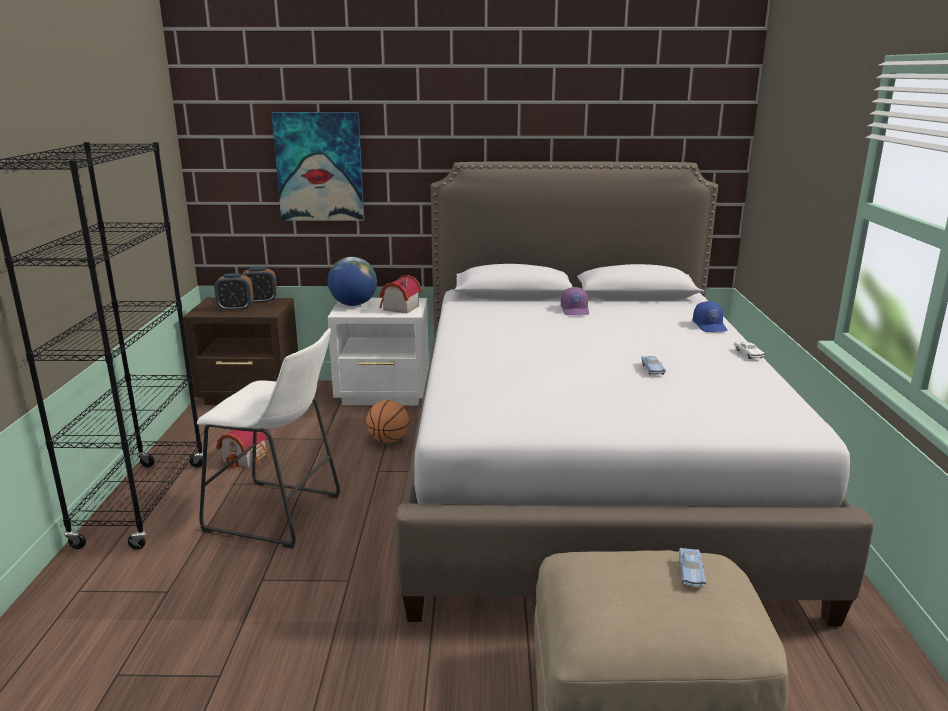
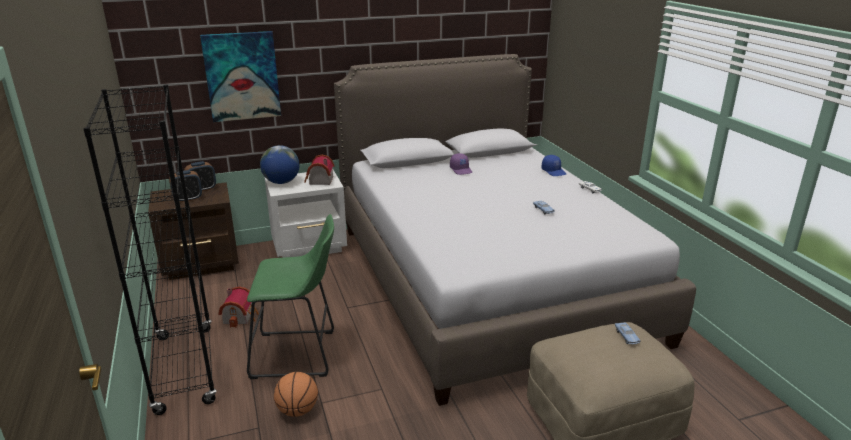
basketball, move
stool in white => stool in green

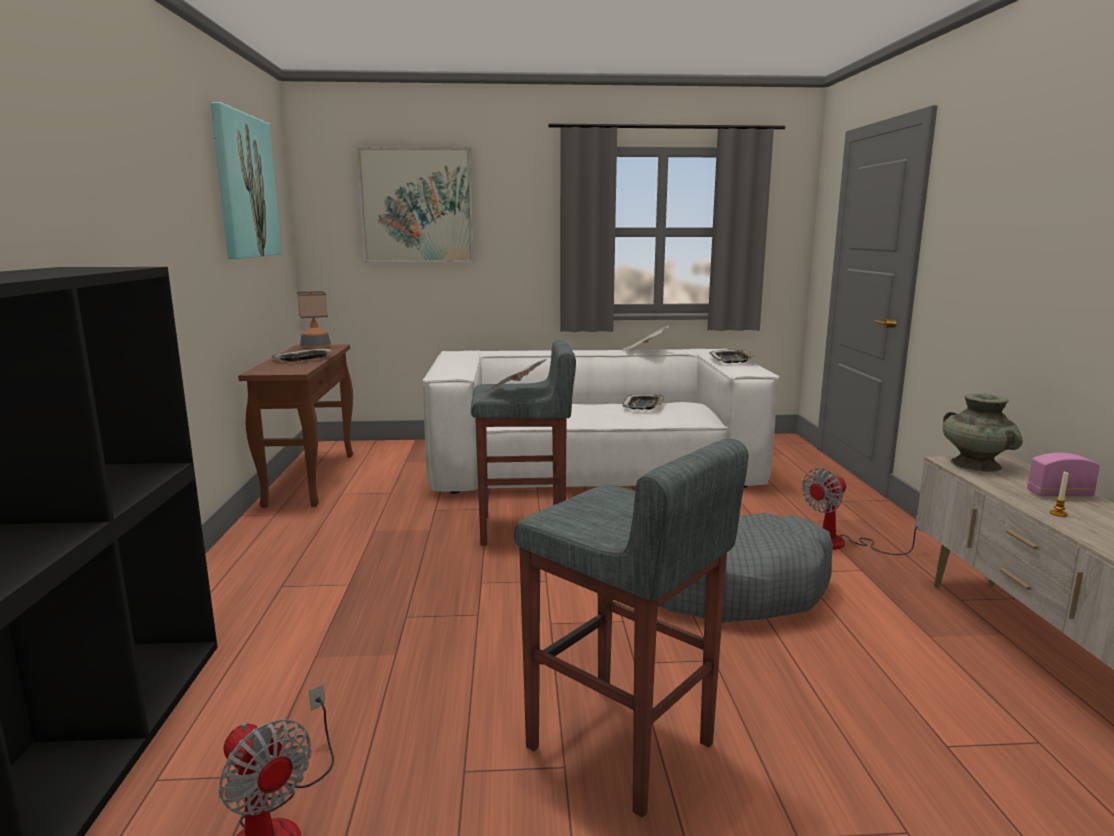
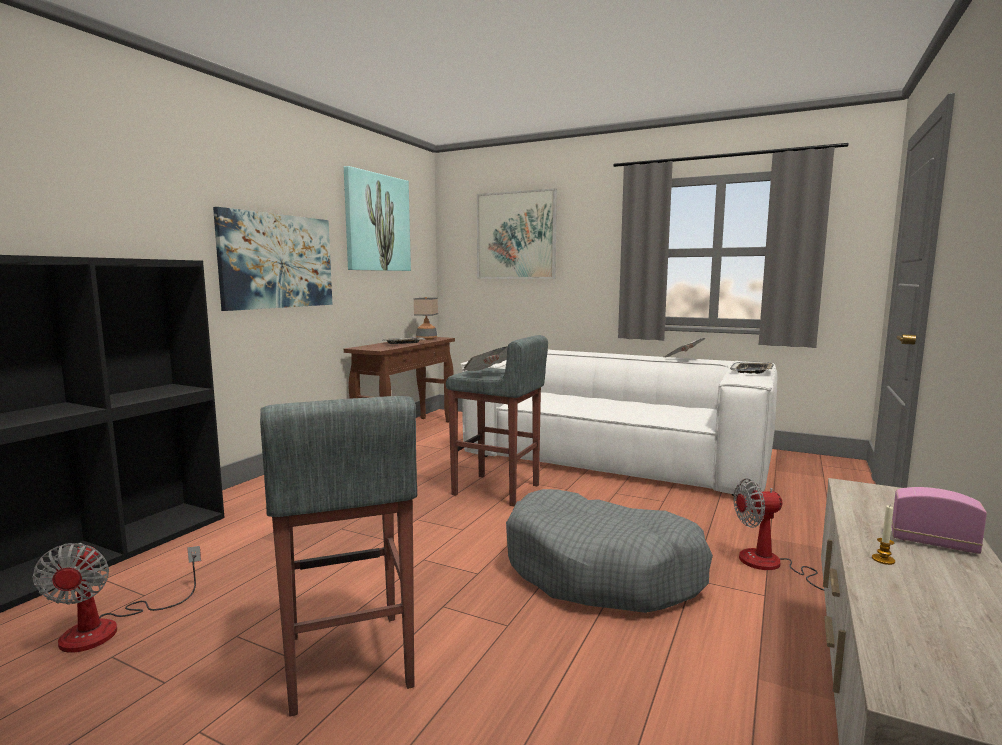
tray (2nd from left) => nothing
vase in turquoise => nothing
nothing => picture (1st from left)

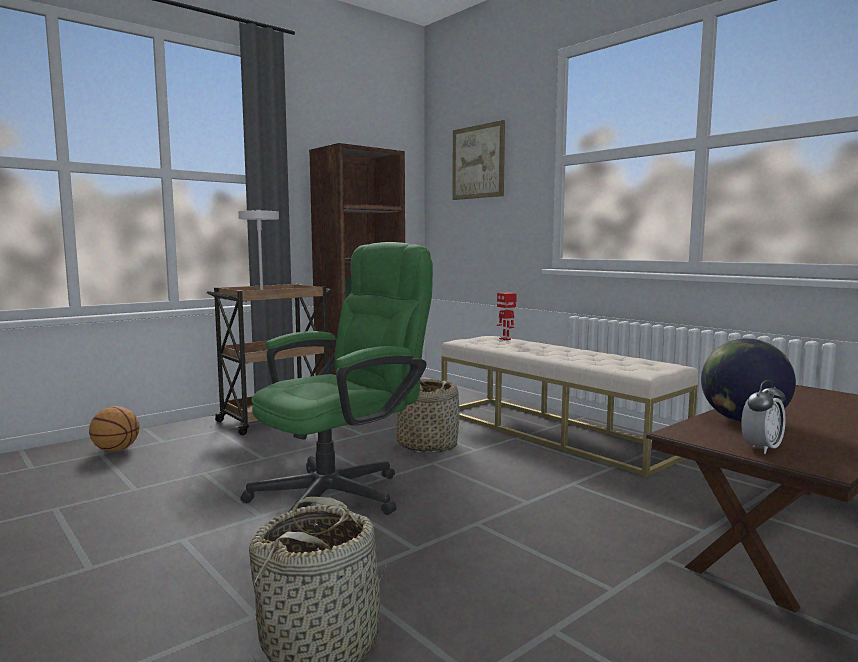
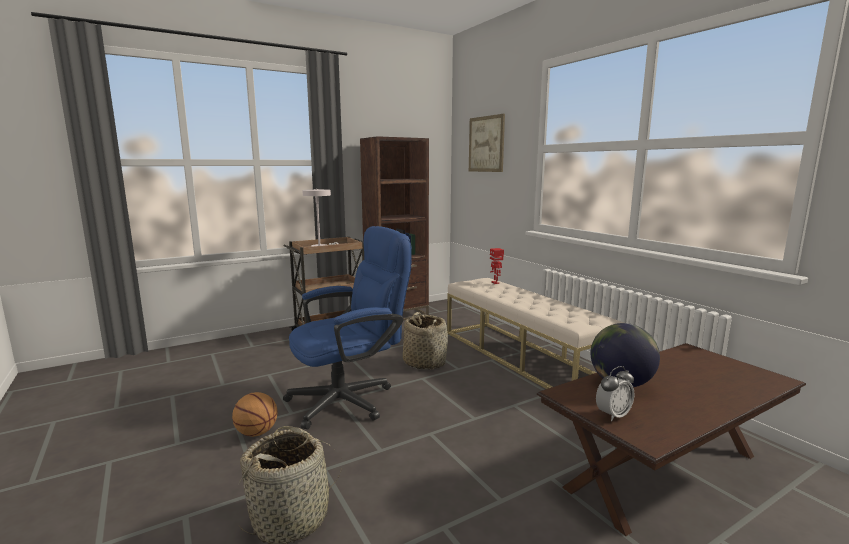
basketball, move
office chair in green => office chair in blue

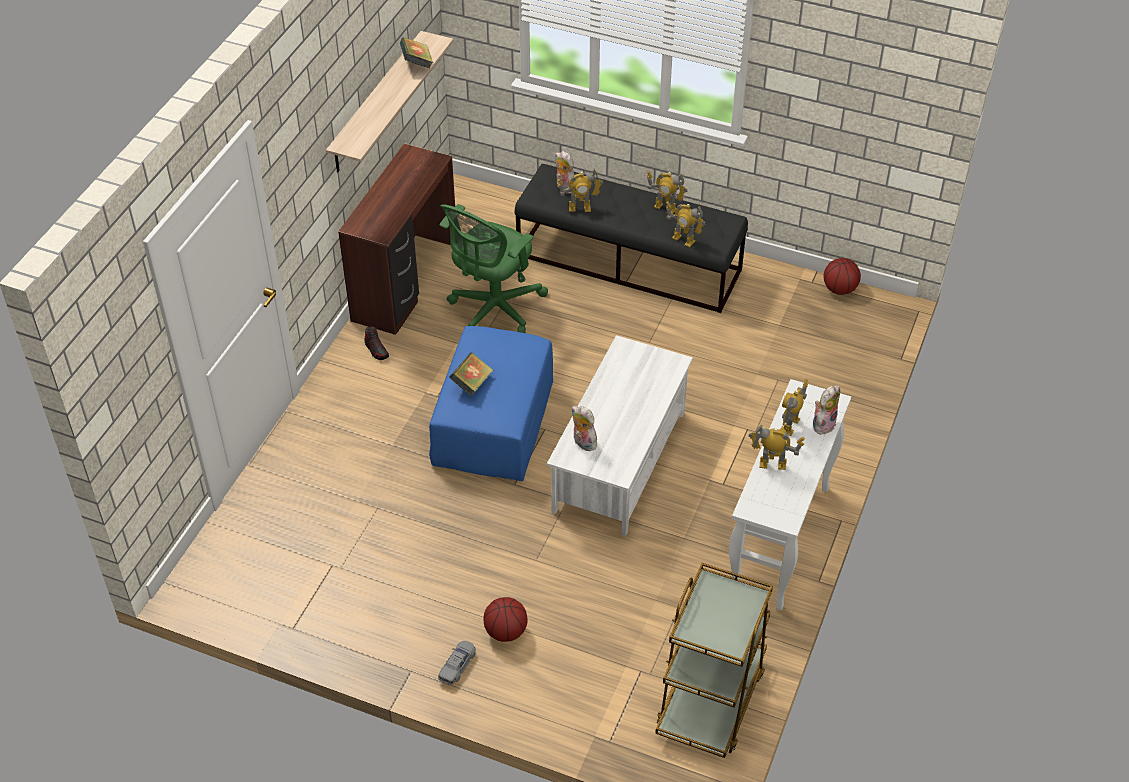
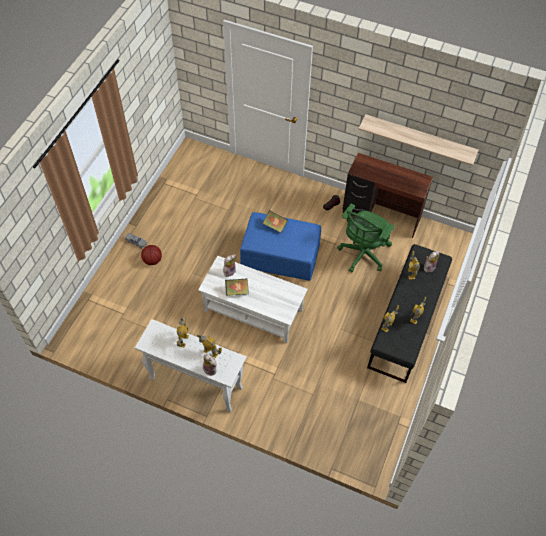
cart in brown => nothing
basketball (2nd from left) => nothing
book (1st from left), move
office chair in green, 90 degrees counterclockwise

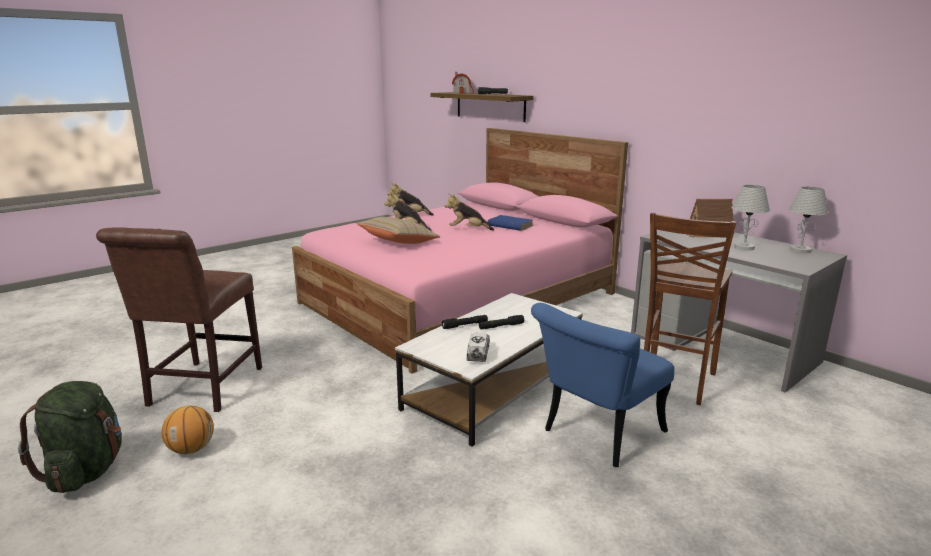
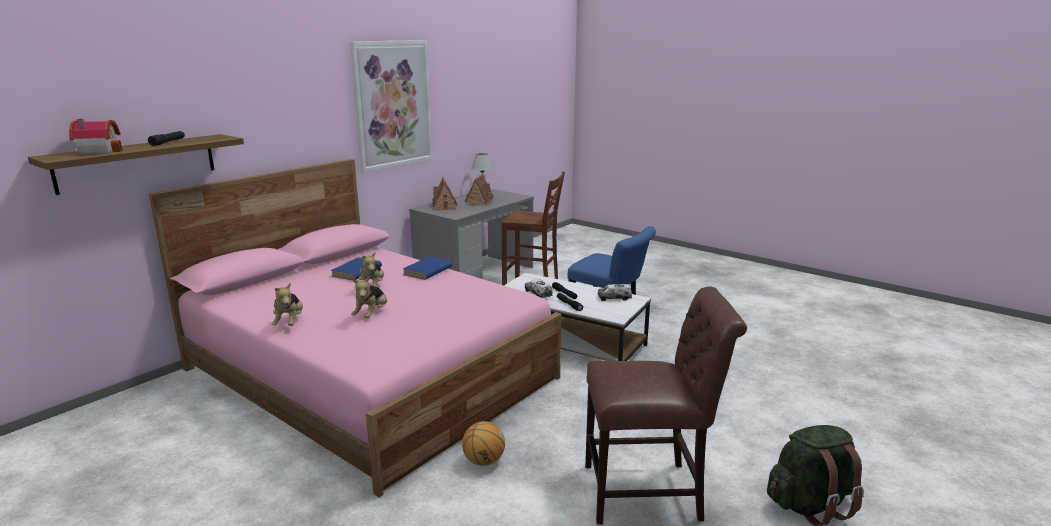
pillow in beige => nothing
nothing => picture
nothing => book in blue (2nd from left)
nothing => toy truck (1st from left)
basketball, move
table lamp in white (1st from left) => toy house (3rd from left)

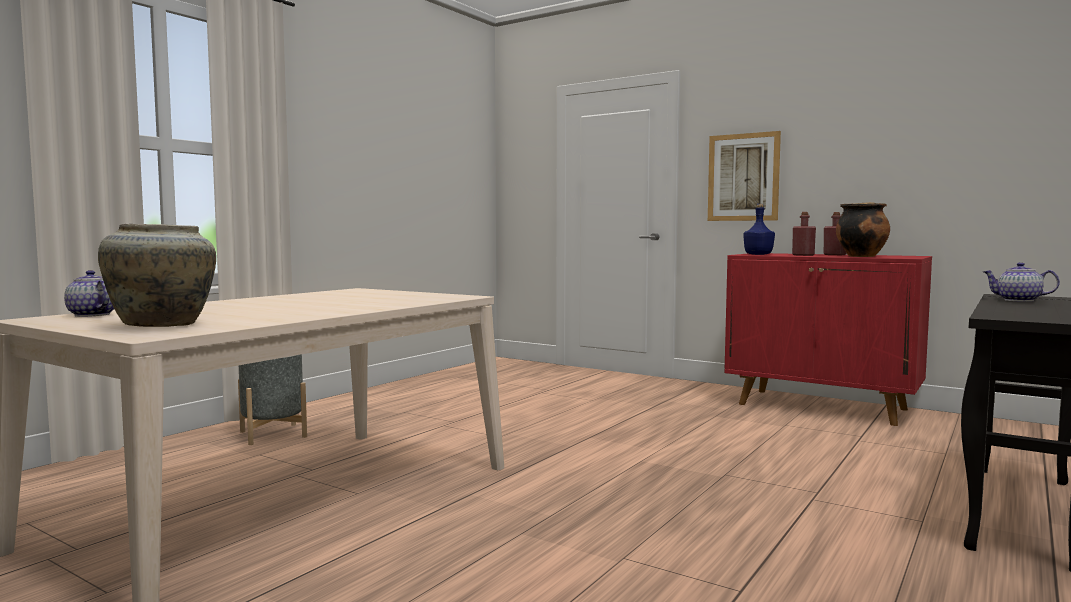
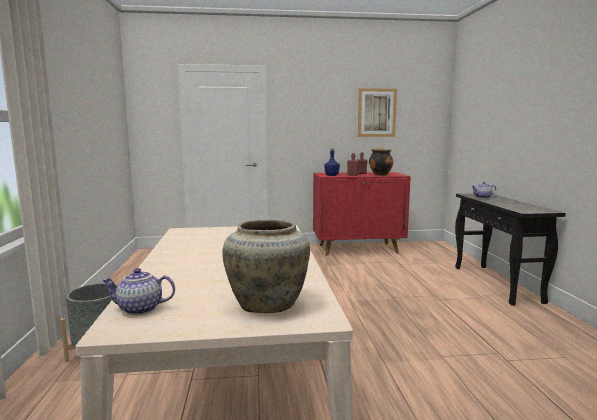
picture, move

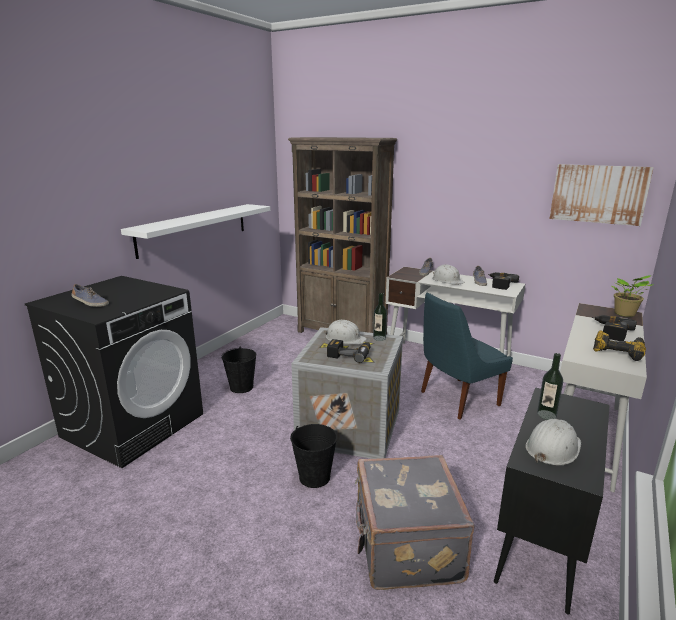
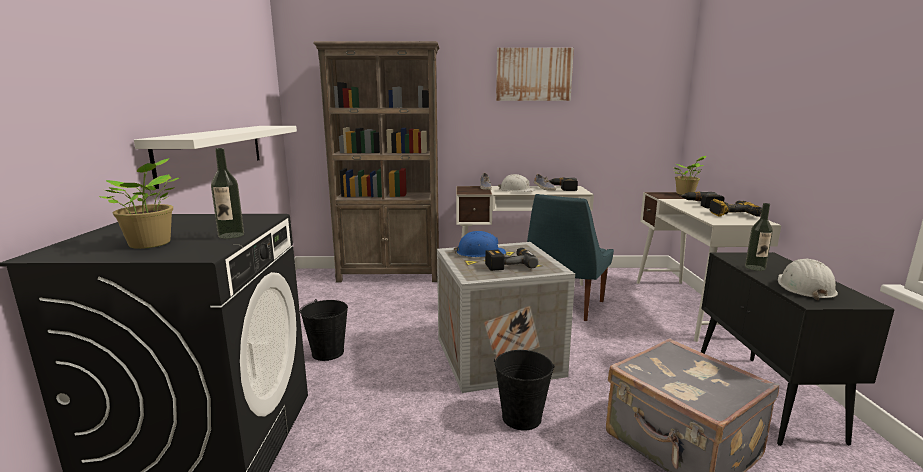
bottle (1st from left), move
picture, move
shoe (1st from left) => potted plant (1st from left)
hard hat in white (1st from left) => hard hat in blue

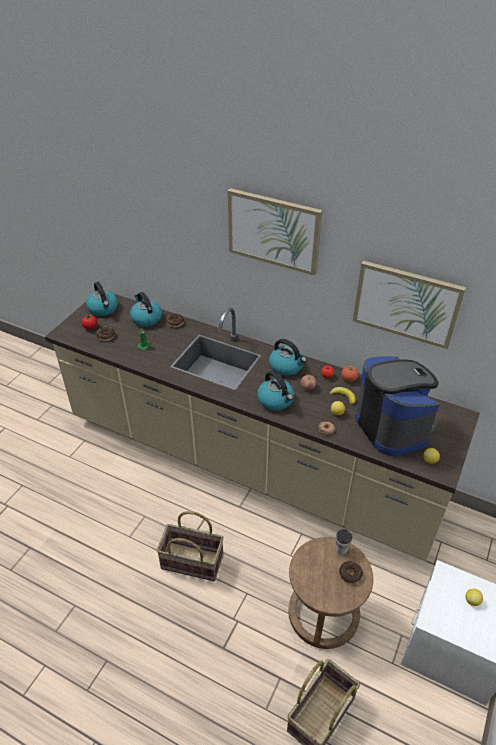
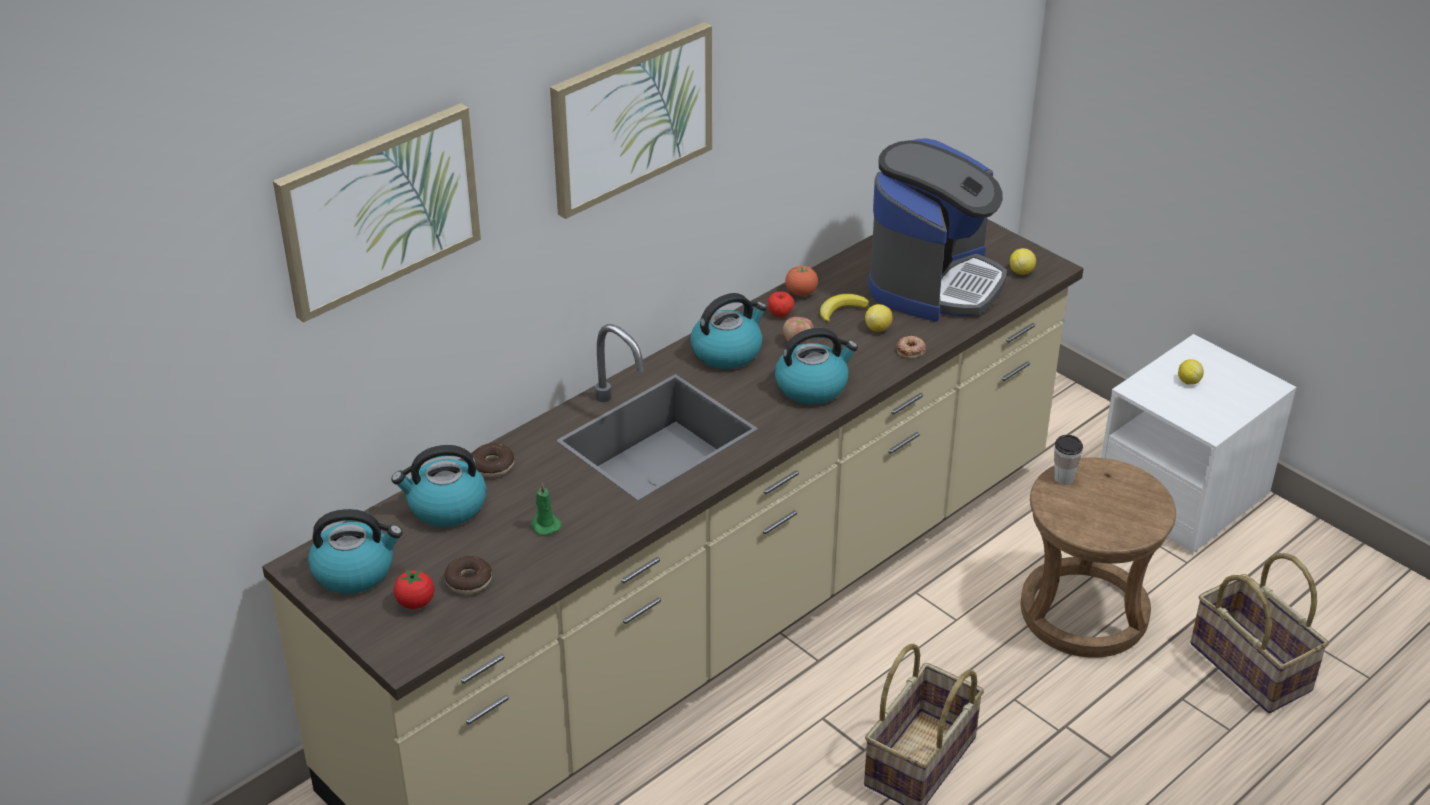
donut (4th from left) => nothing
picture (2nd from left in the first image) => picture (1st from left), move
coffee machine, 120 degrees clockwise

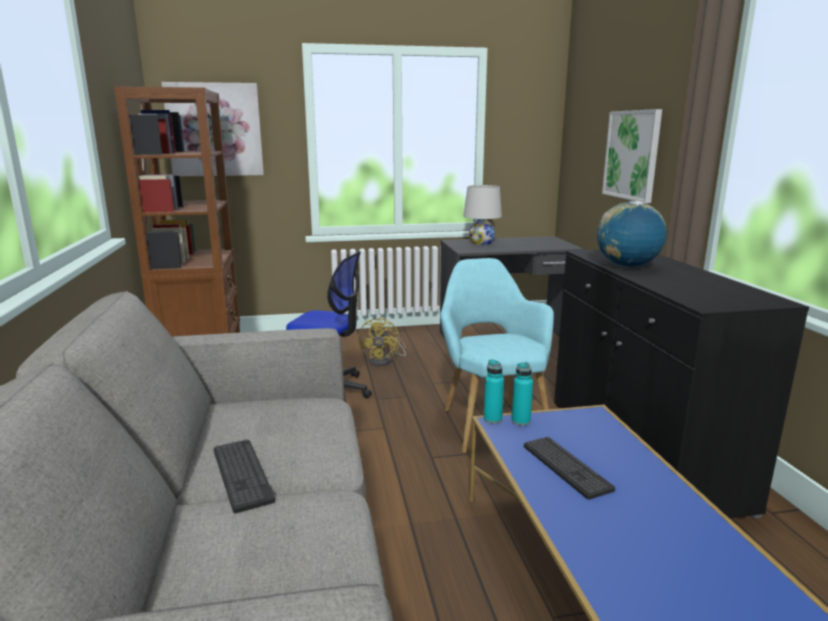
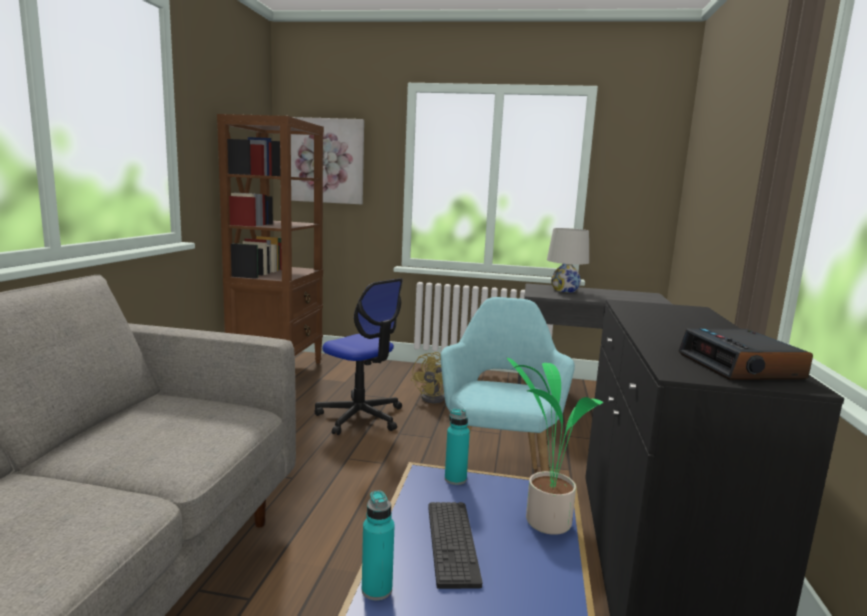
keyboard (1st from left) => nothing
globe => nothing
picture (2nd from left) => nothing
nothing => potted plant
nothing => alarm clock
bottle in turquoise (1st from left), move

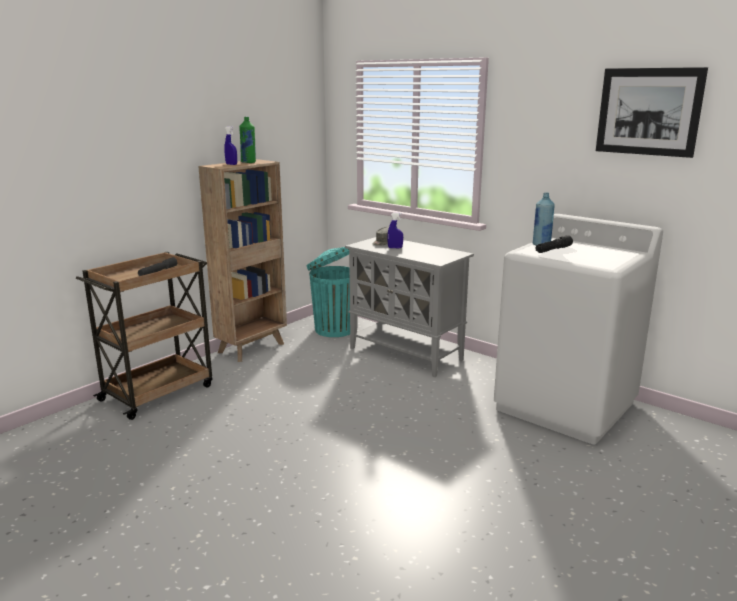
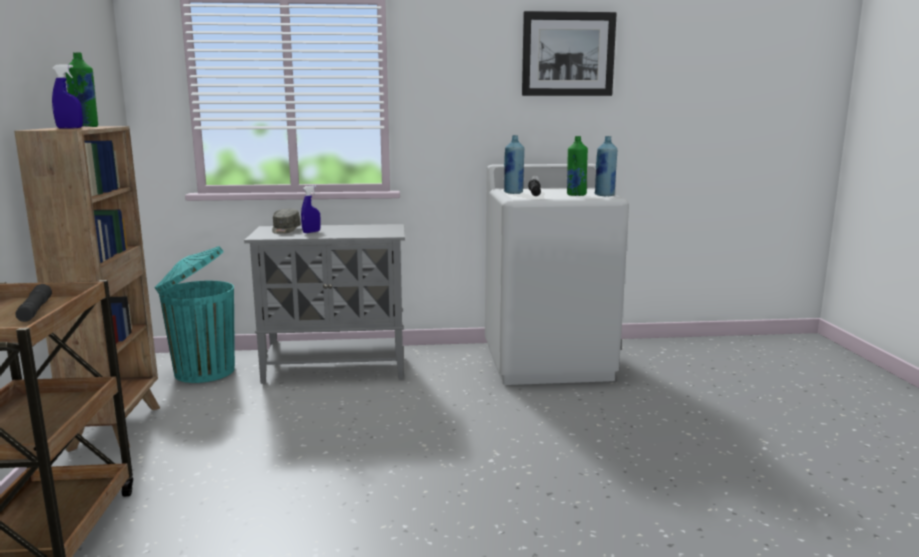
nothing => bottle in green (2nd from left)
nothing => bottle in blue (2nd from left)

